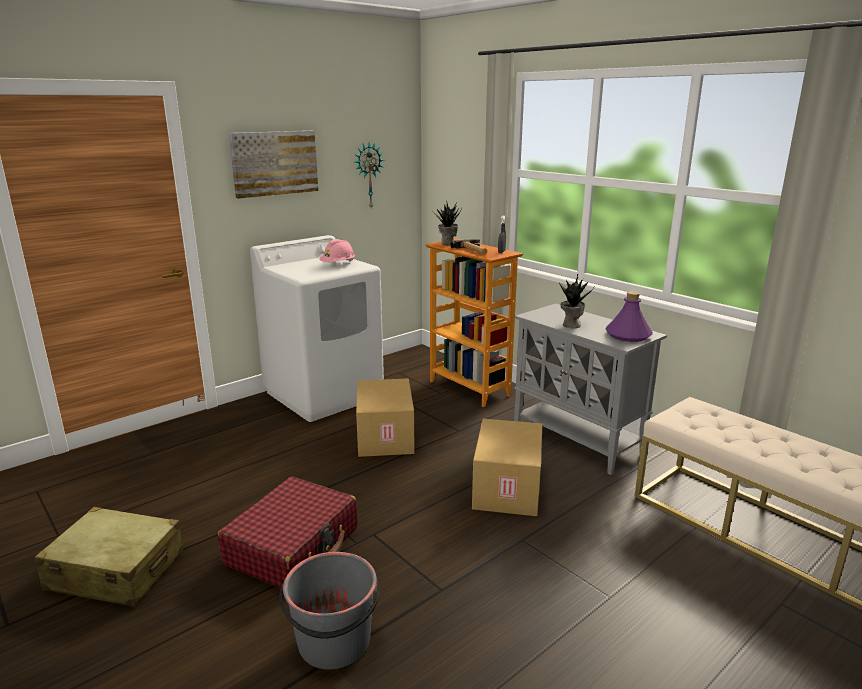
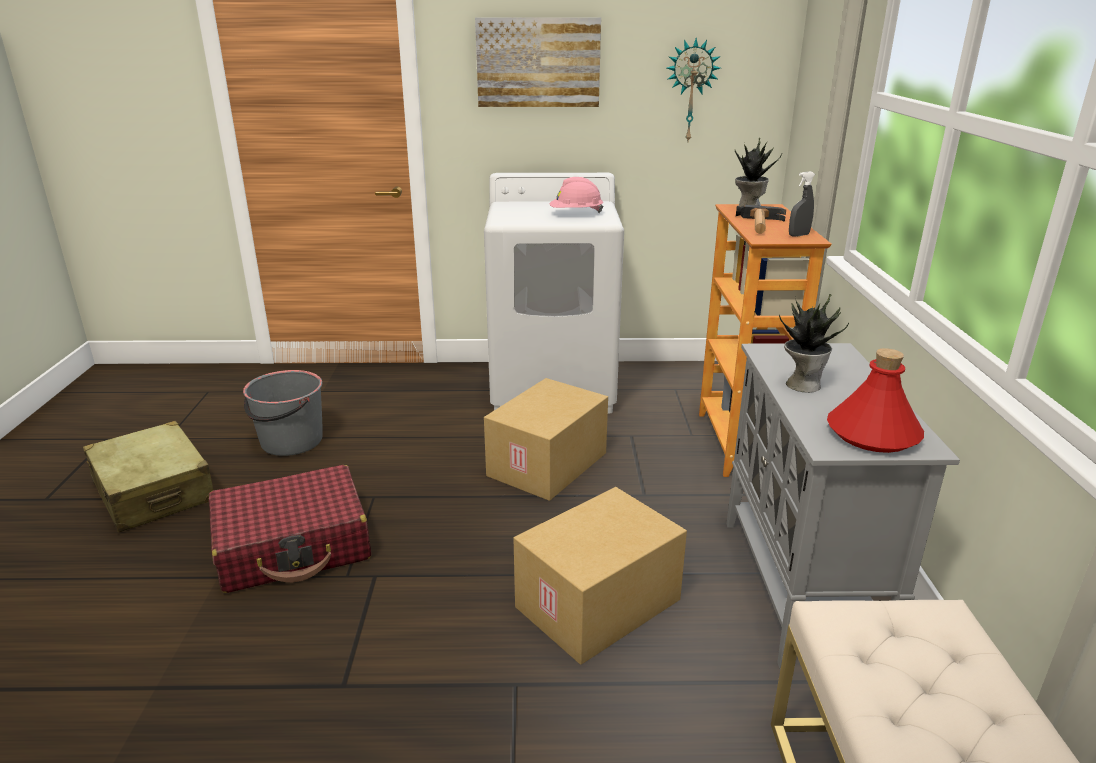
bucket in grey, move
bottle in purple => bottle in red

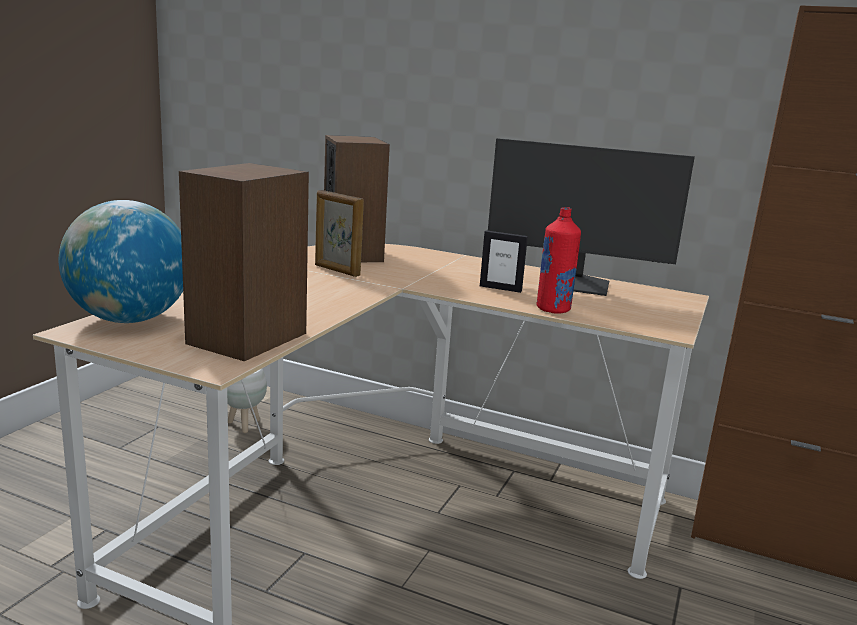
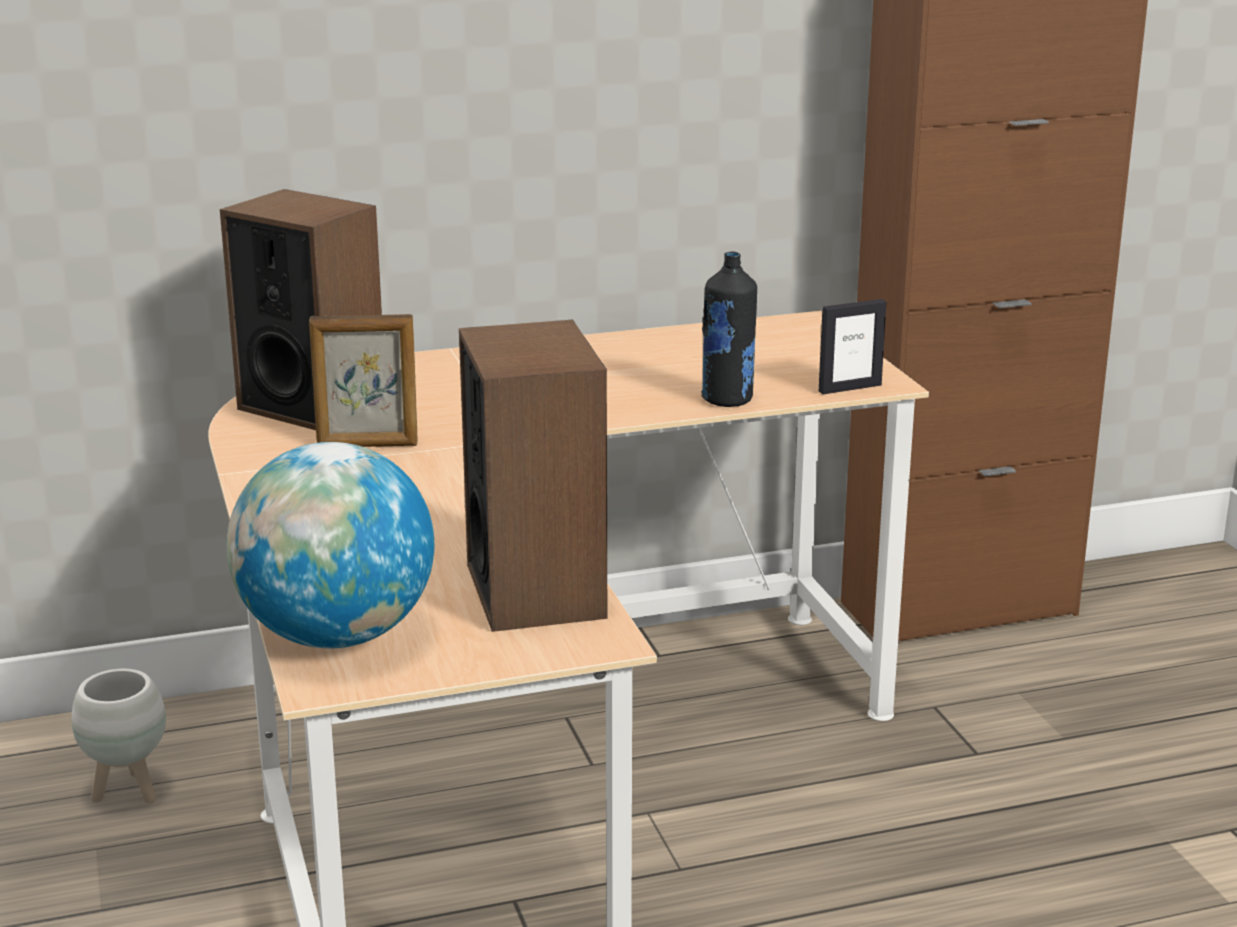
monitor => nothing
picture frame (2nd from left), move
bottle in red => bottle in black

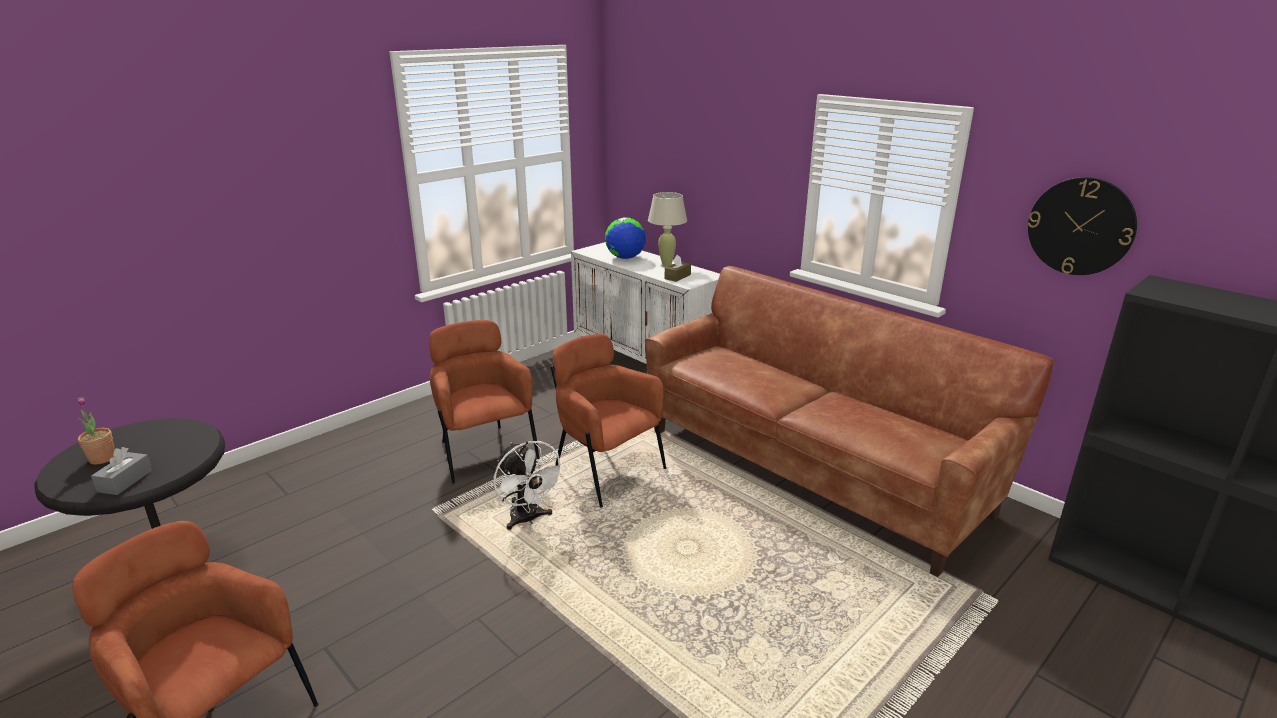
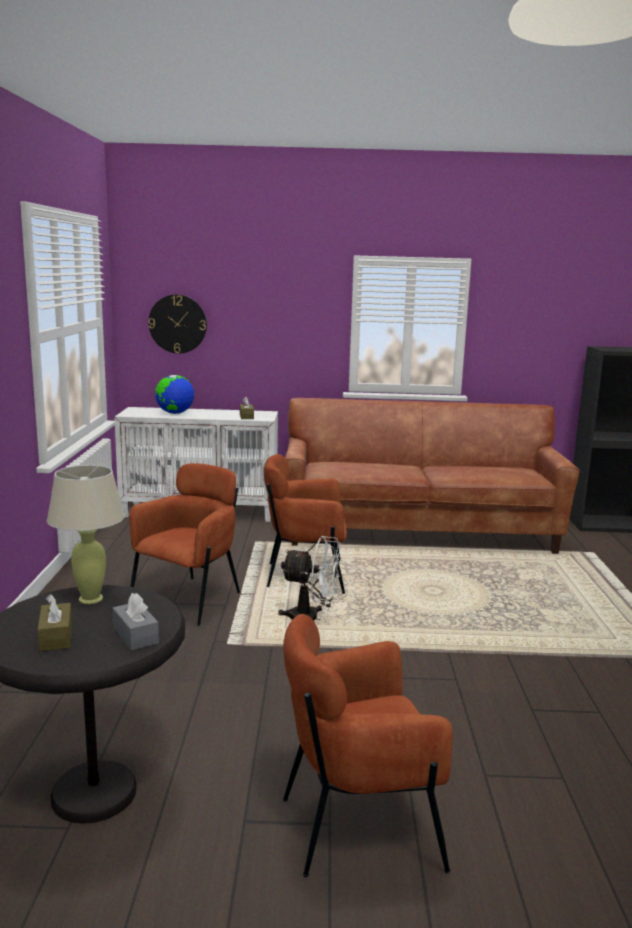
table lamp in beige, move
wall clock, move
potted plant => tissue box in brown (1st from left)
armchair in brown (2nd from left in the first image) => armchair in brown (1st from left), 105 degrees clockwise

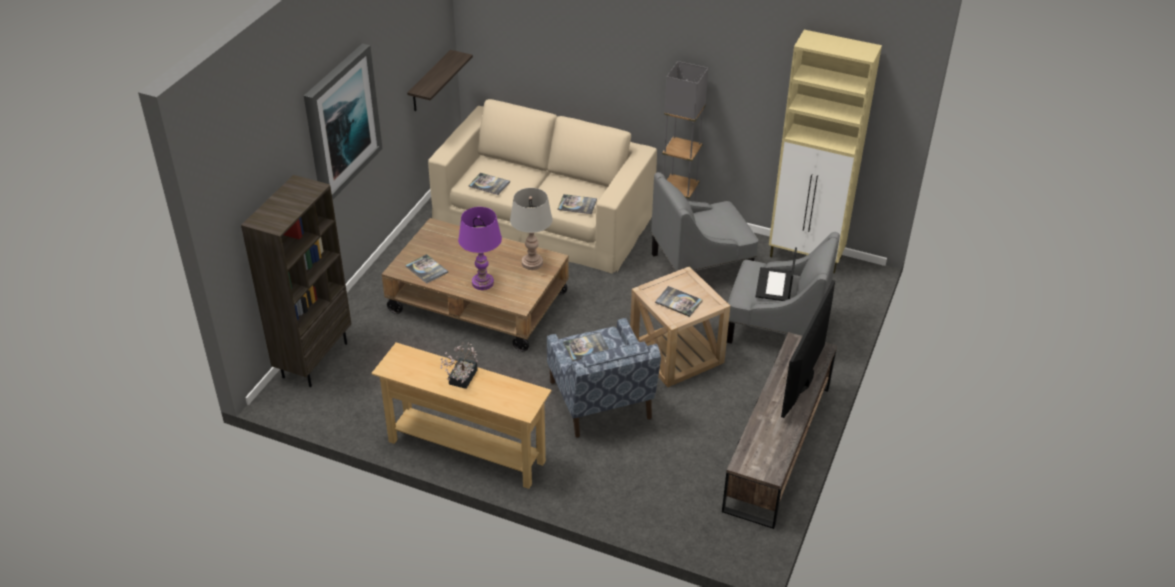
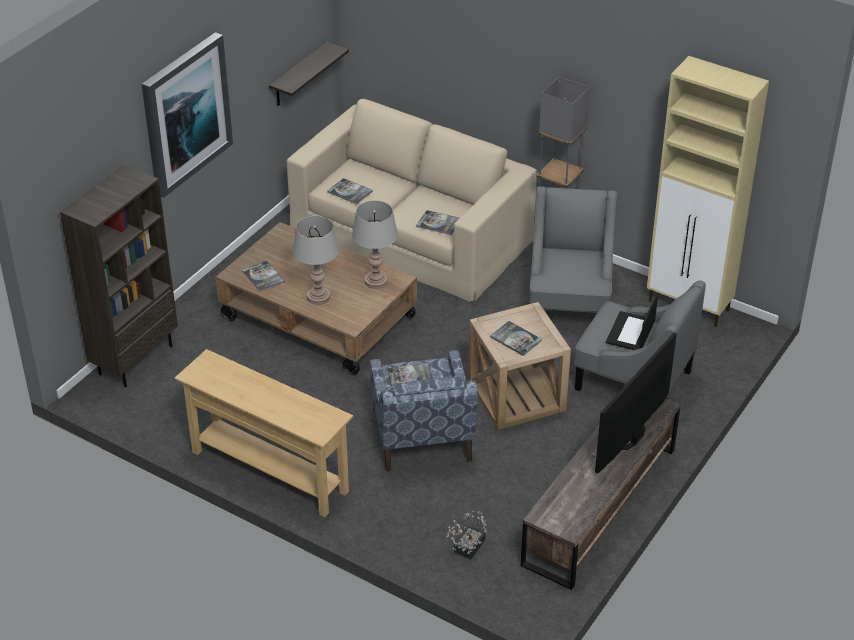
potted plant, move
table lamp in purple => table lamp in grey (1st from left)
armchair in grey (1st from left), 105 degrees clockwise

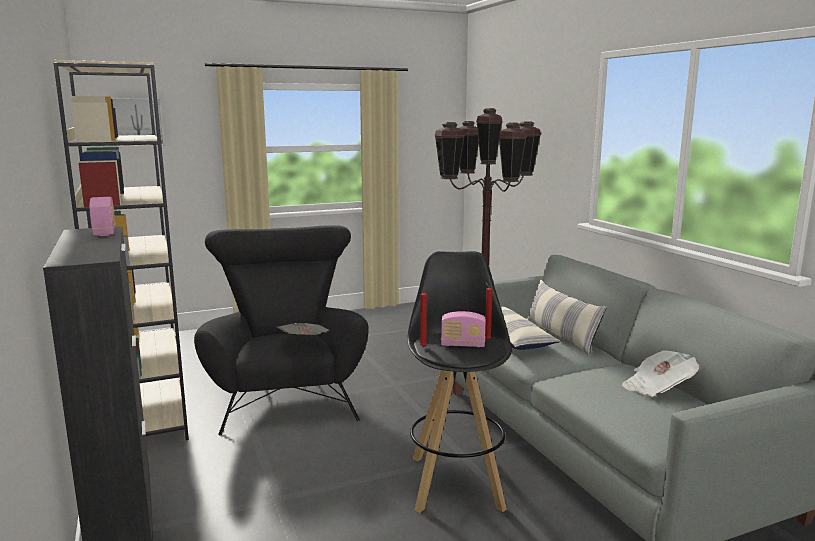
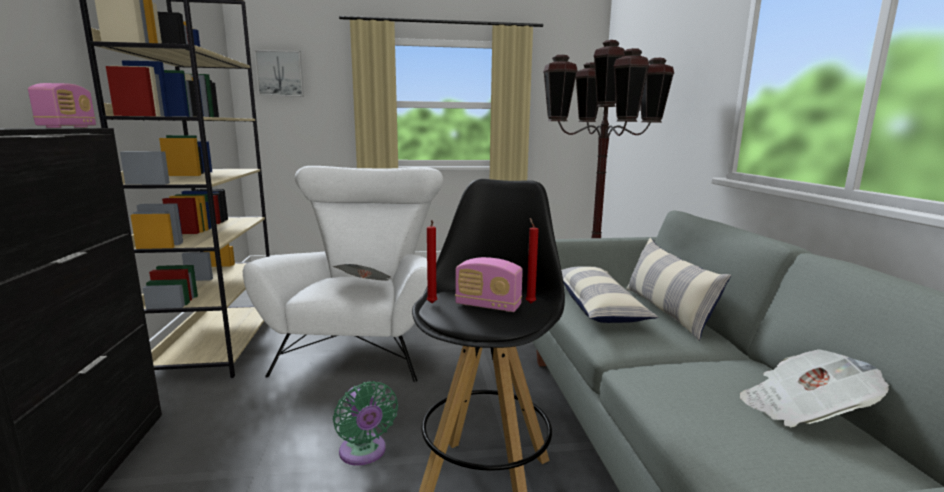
nothing => fan in green
armchair in black => armchair in white

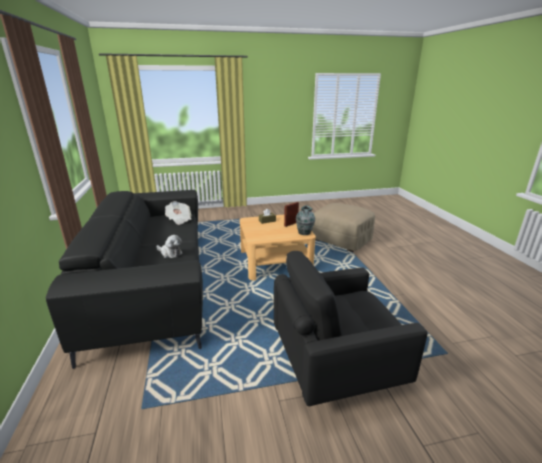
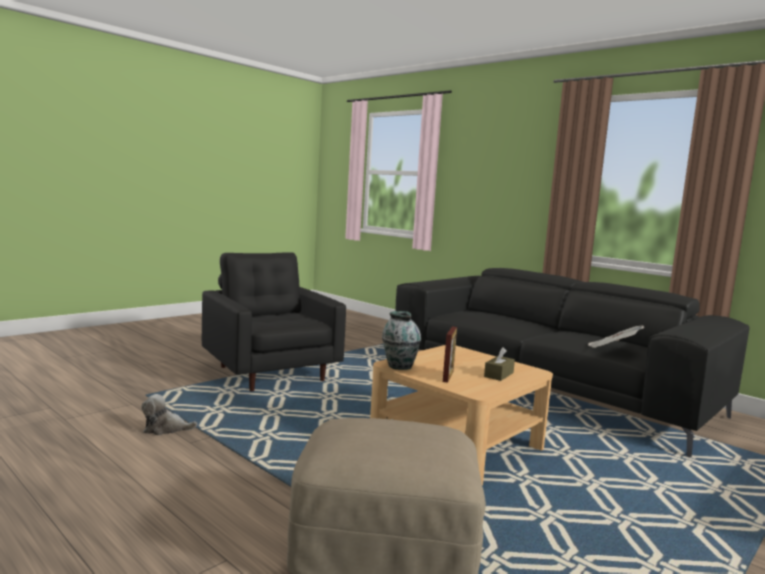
plush toy, move
armchair in black, 75 degrees counterclockwise

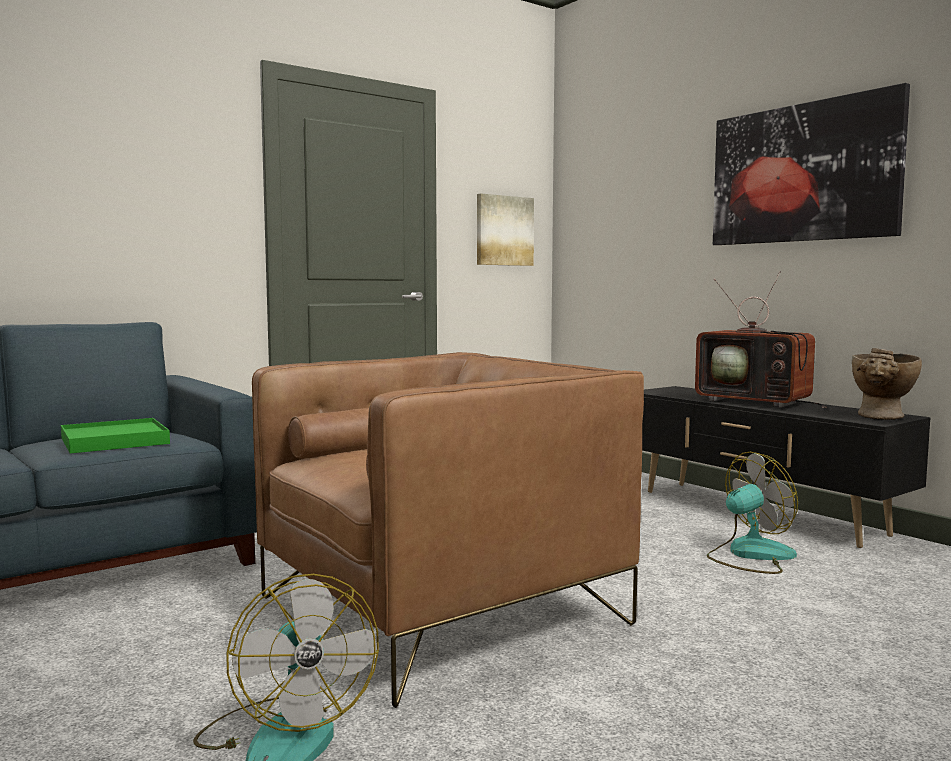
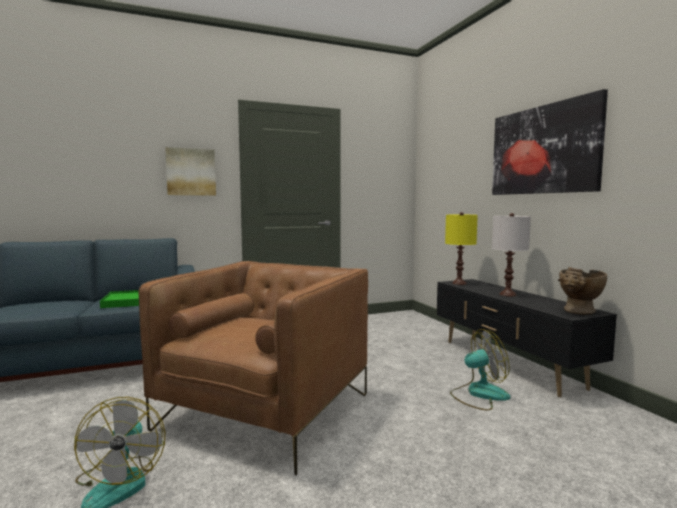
nothing => table lamp in yellow
picture (1st from left), move
television => table lamp in white
armchair in brown, 45 degrees counterclockwise

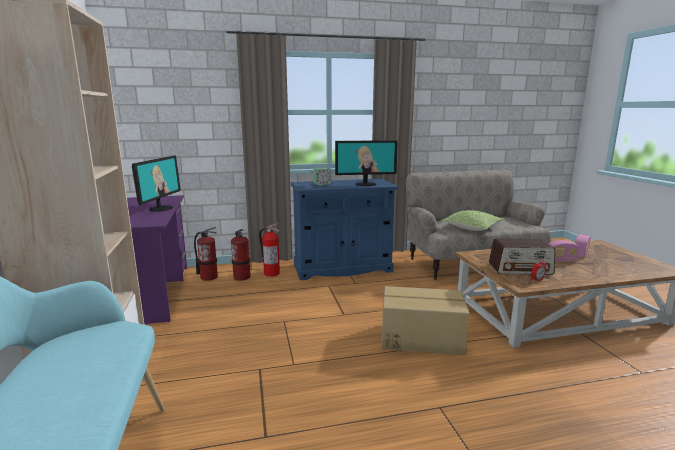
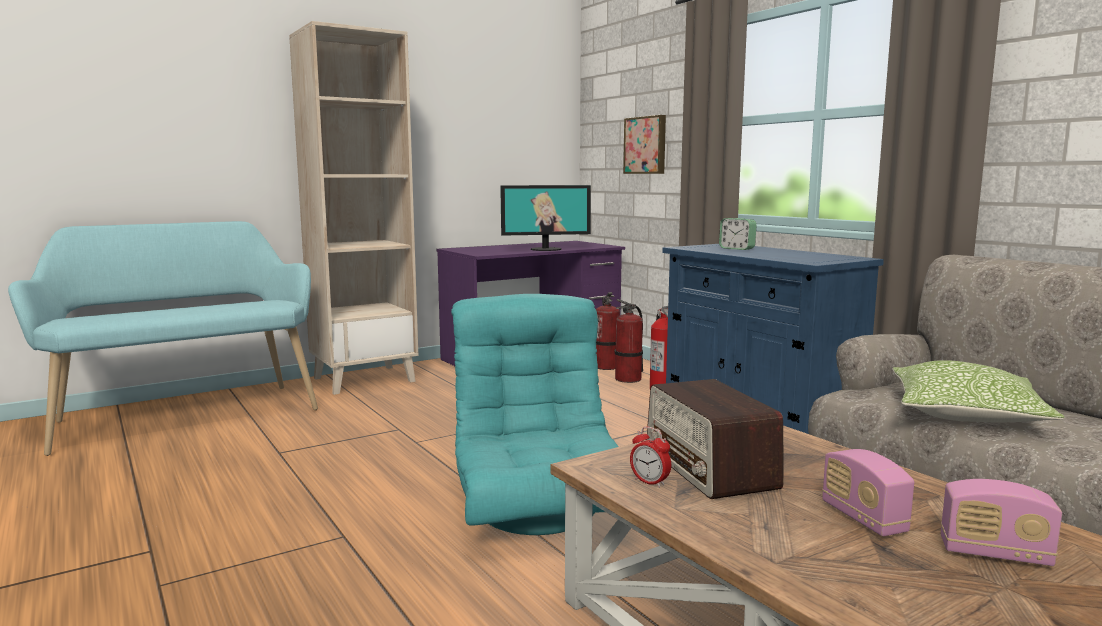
monitor (2nd from left) => nothing
nothing => picture
cardboard box => armchair in turquoise

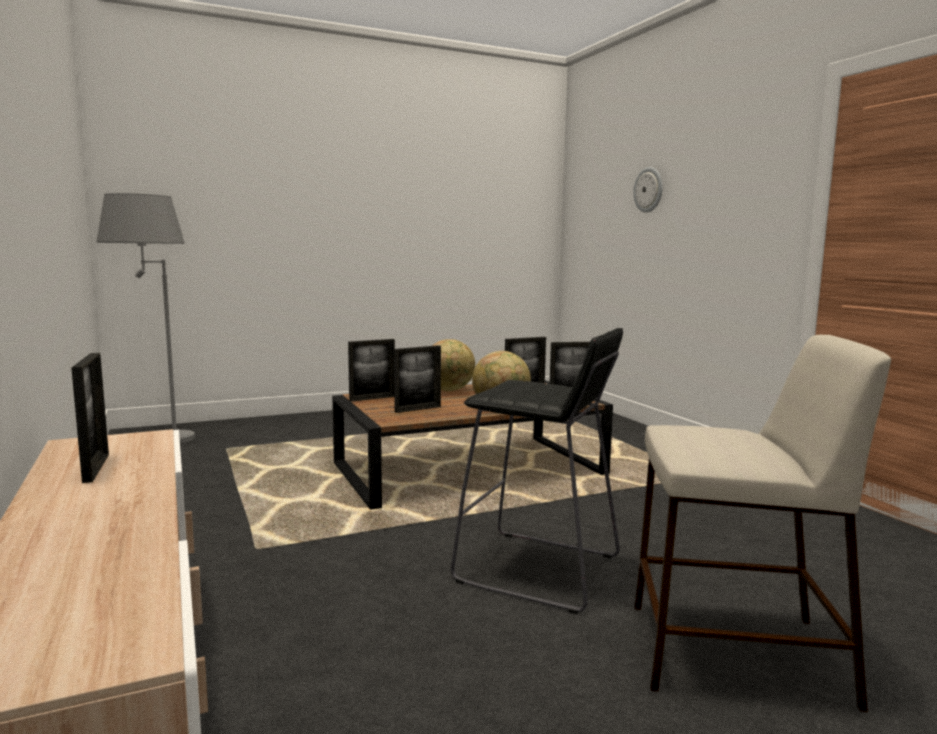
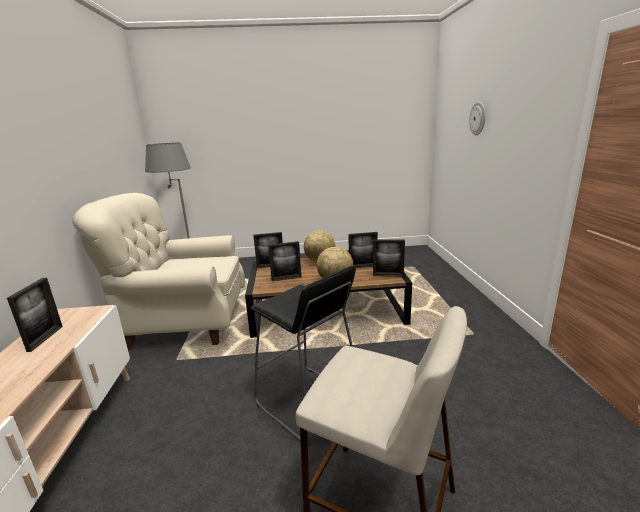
nothing => armchair in beige

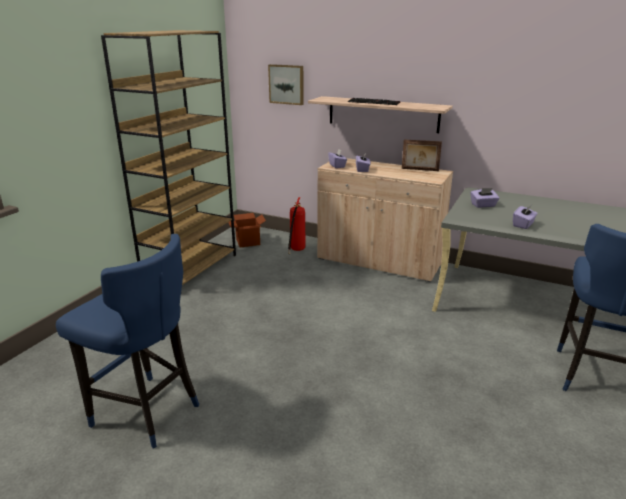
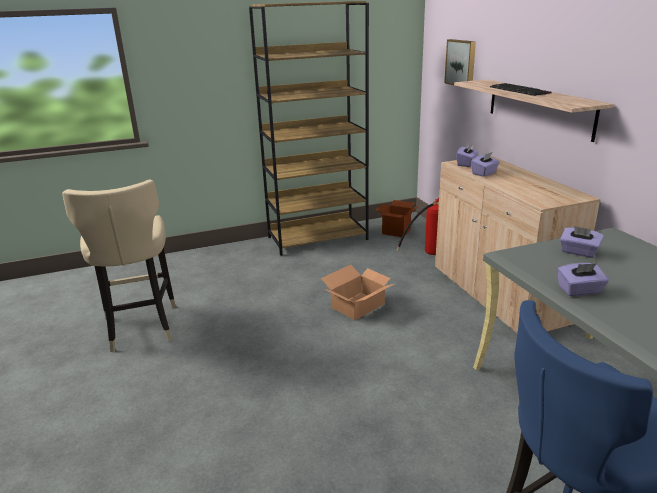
picture frame => nothing
nothing => cardboard box (1st from left)
stool in blue (1st from left) => stool in beige

